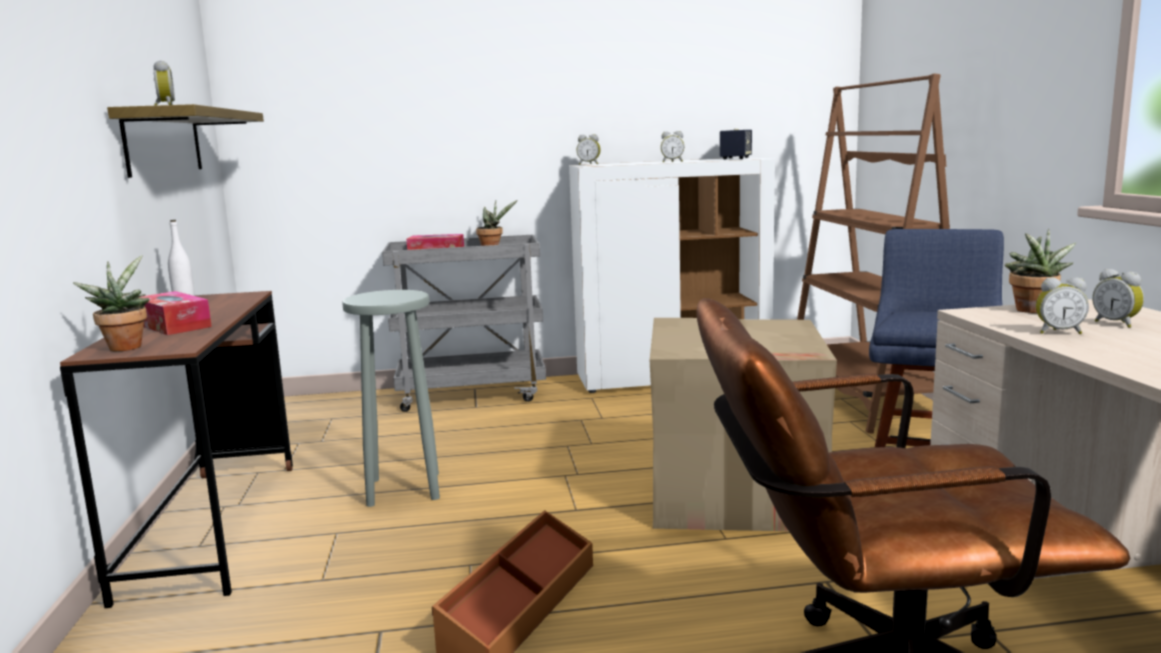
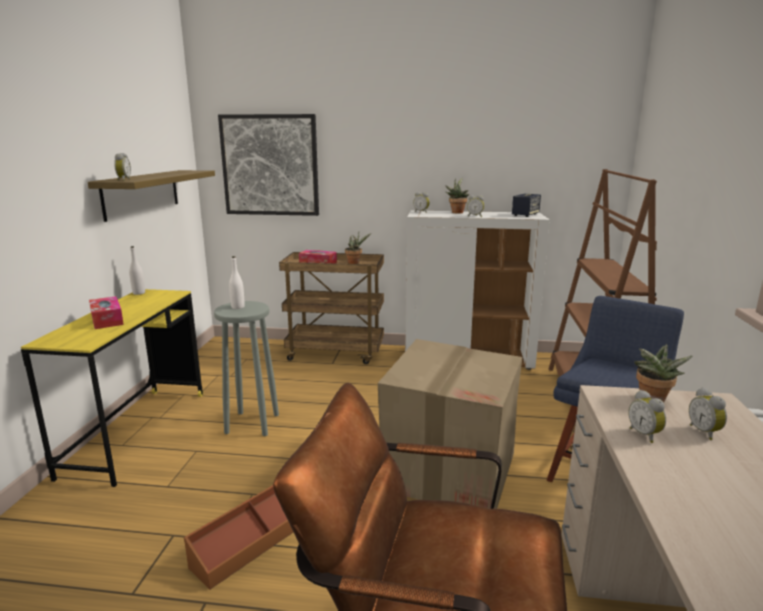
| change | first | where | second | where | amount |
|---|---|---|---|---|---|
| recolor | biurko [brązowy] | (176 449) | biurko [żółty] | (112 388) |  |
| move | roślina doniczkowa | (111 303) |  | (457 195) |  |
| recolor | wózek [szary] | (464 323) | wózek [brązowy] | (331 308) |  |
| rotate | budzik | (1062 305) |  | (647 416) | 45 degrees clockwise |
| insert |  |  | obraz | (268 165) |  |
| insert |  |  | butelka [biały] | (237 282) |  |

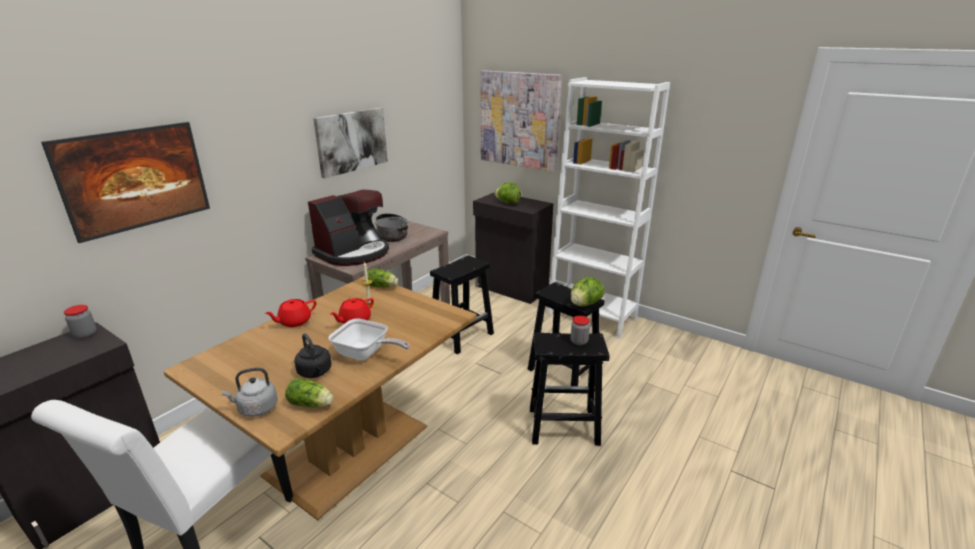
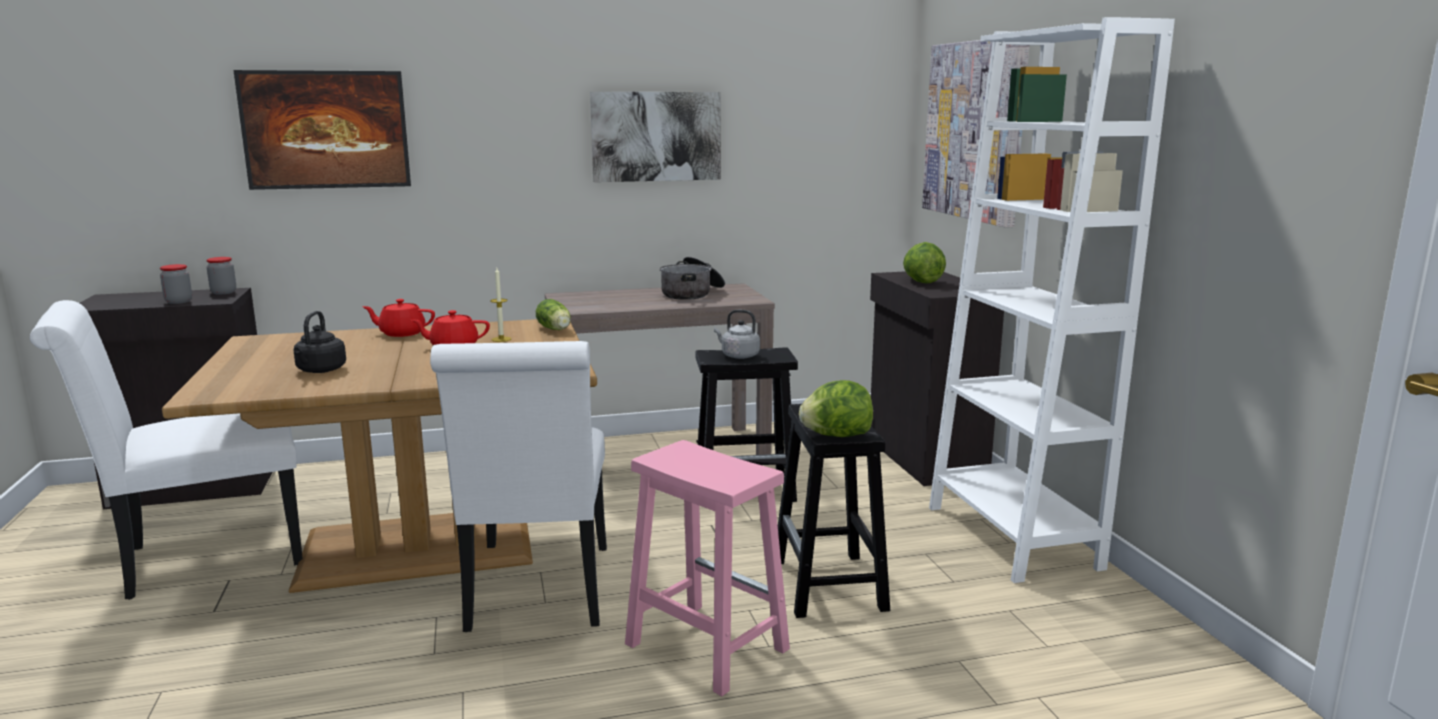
| change | first | where | second | where | amount |
|---|---|---|---|---|---|
| move | czajnik [szary] | (250 392) |  | (737 334) |  |
| delete | sałata | (309 393) |  |  |  |
| delete | ekspres do kawy | (348 228) |  |  |  |
| delete | patelnia | (369 339) |  |  |  |
| recolor | stołek [czarny] | (569 389) | stołek [różowy] | (707 568) |  |
| move | słoik | (580 330) |  | (176 284) |  |
| insert |  |  | krzesło [biały] | (518 486) |  |

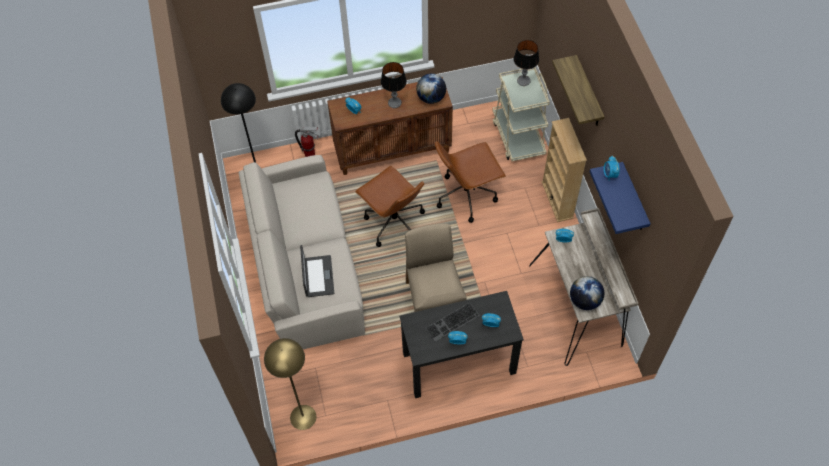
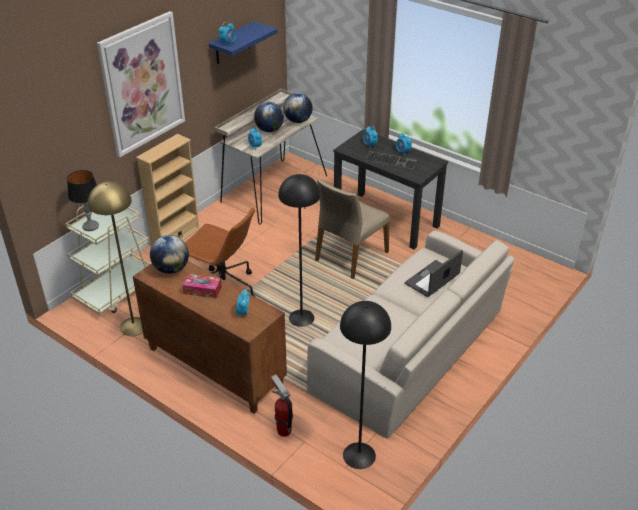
| change | first | where | second | where | amount |
|---|---|---|---|---|---|
| move | lampa stojąca [żółty] | (290 384) |  | (115 258) |  |
| replace | krzesło biurowe [brązowy] | (390 206) | lampa stojąca [czarny] | (299 250) |  |
| replace | lampa stołowa | (394 85) | pudełko chusteczek | (202 286) |  |
| replace | półka | (578 90) | obraz | (141 84) |  |
| insert |  |  | globus | (269 117) |  |

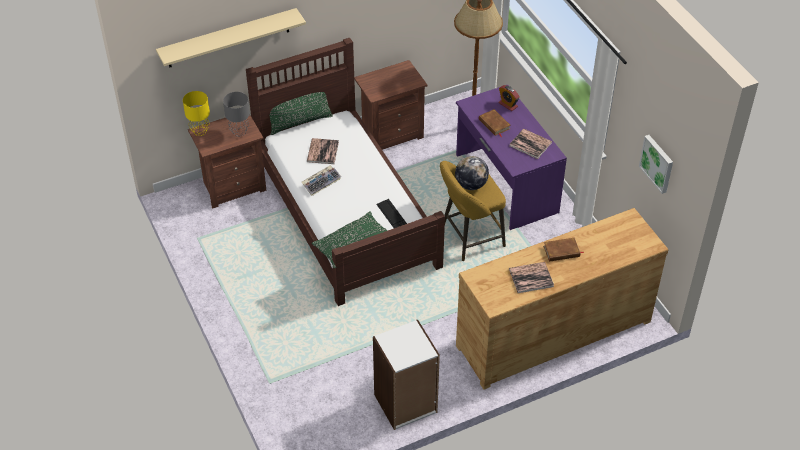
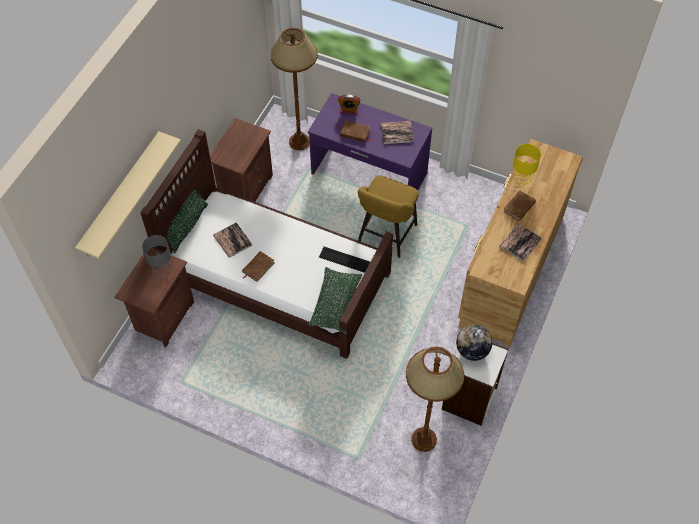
| change | first | where | second | where | amount |
|---|---|---|---|---|---|
| move | lampa stołowa [żółty] | (196 113) |  | (527 165) |  |
| replace | klawiatura | (321 180) | książka [brązowy] | (258 266) |  |
| move | globus | (472 173) |  | (474 343) |  |
| delete | obraz | (656 164) |  |  |  |
| insert |  |  | lampa stojąca [brązowy] | (435 399) |  |

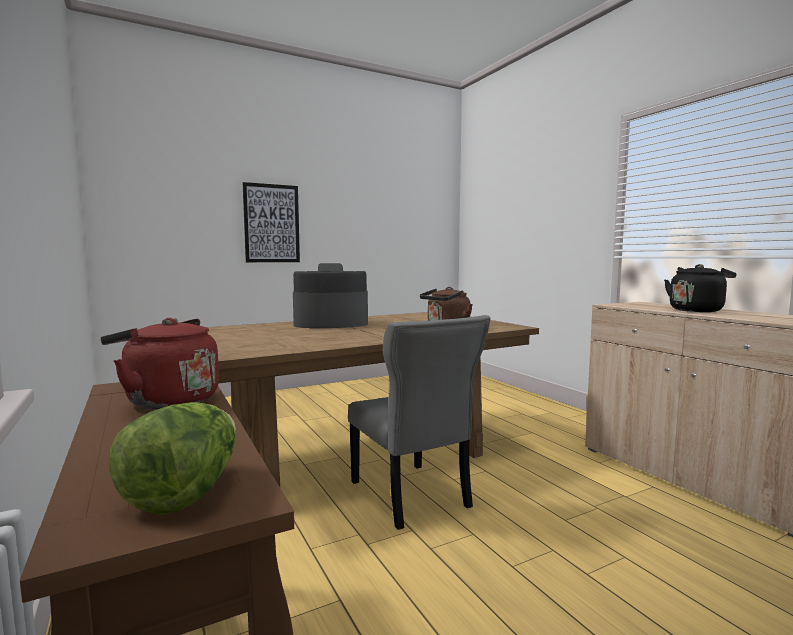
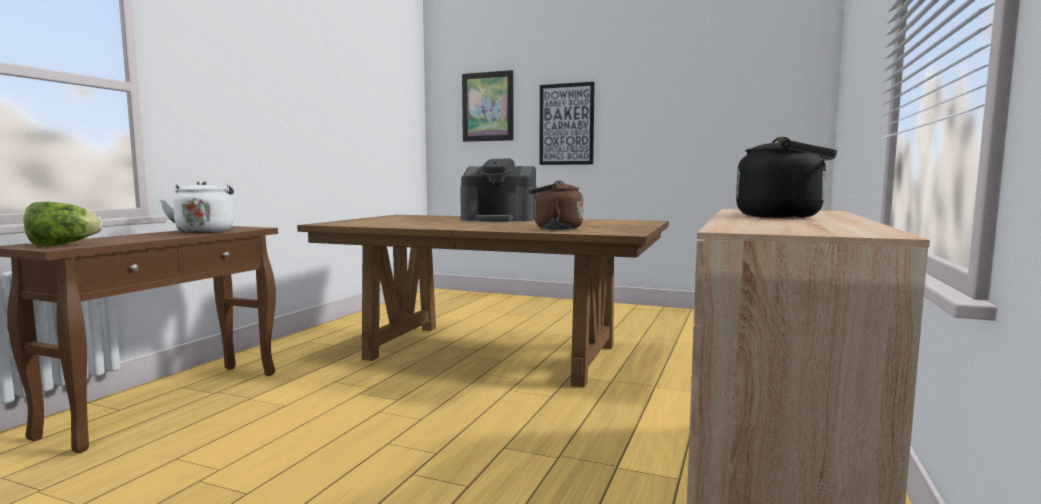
| change | first | where | second | where | amount |
|---|---|---|---|---|---|
| recolor | czajnik [czerwony] | (160 363) | czajnik [biały] | (197 207) |  |
| rotate | ekspres do kawy | (330 295) |  | (498 190) | 150 degrees clockwise |
| delete | krzesło [szary] | (419 422) |  |  |  |
| insert |  |  | obraz | (487 106) |  |

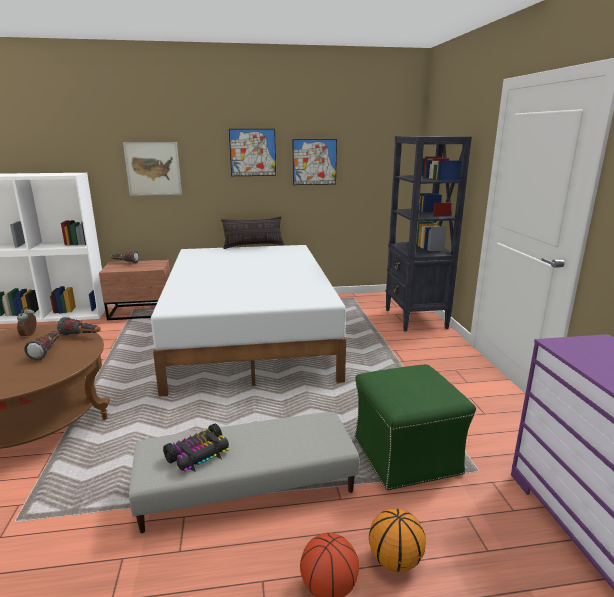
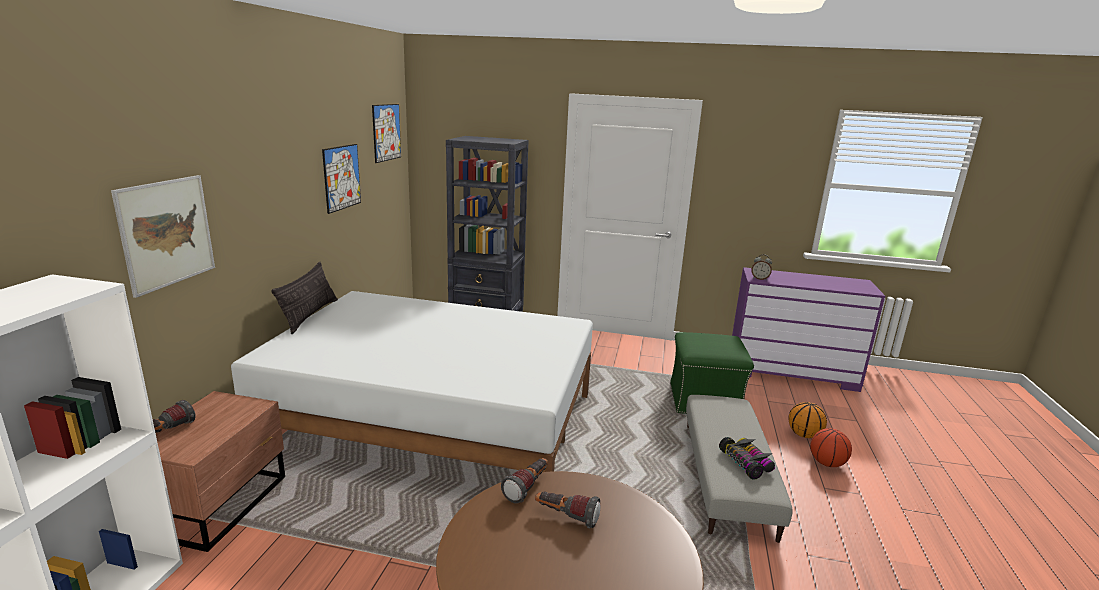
| change | first | where | second | where | amount |
|---|---|---|---|---|---|
| move | budzik | (26 322) |  | (762 267) |  |
| move | obraz | (252 152) |  | (386 133) |  |

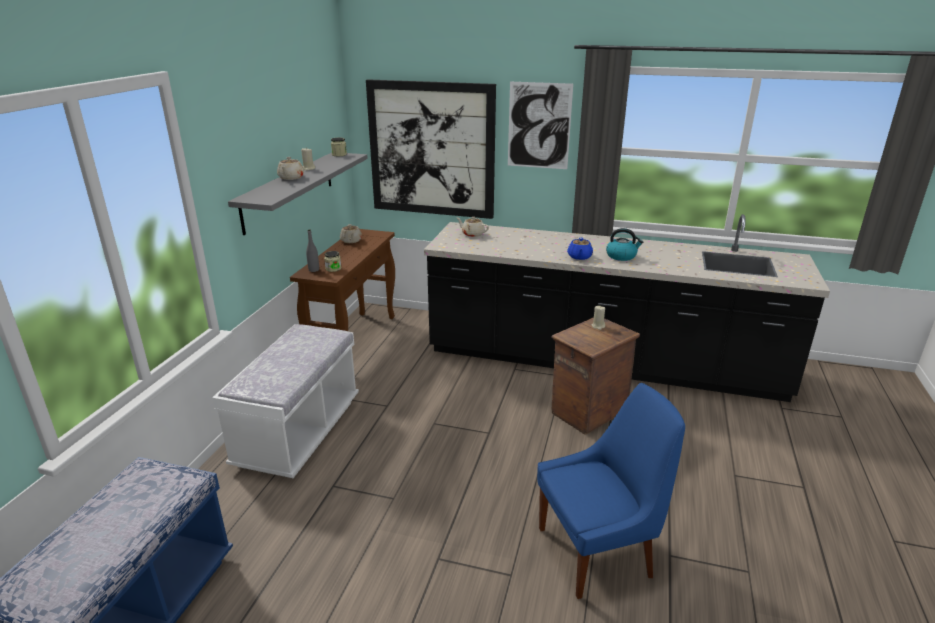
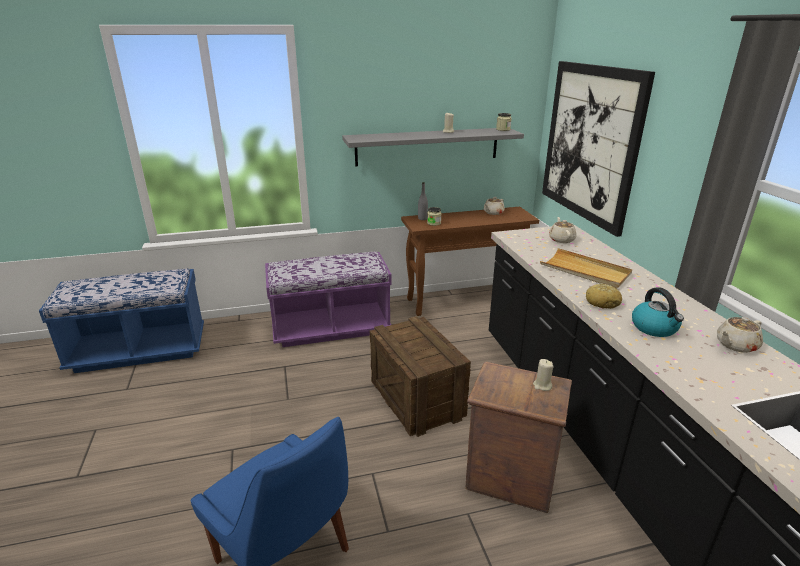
| change | first | where | second | where | amount |
|---|---|---|---|---|---|
| recolor | ławka [biały] | (285 401) | ławka [fioletowy] | (328 299) |  |
| move | imbryk [beżowy] | (290 168) |  | (740 335) |  |
| delete | obraz | (540 125) |  |  |  |
| replace | imbryk [niebieski] | (580 249) | chleb | (604 296) |  |
| insert |  |  | skrzynka | (420 376) |  |
| insert |  |  | taca [beżowy] | (586 268) |  |

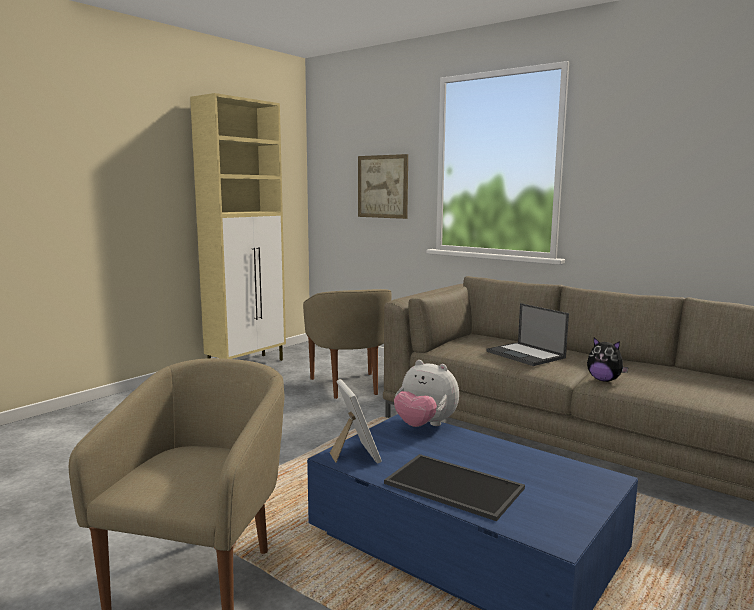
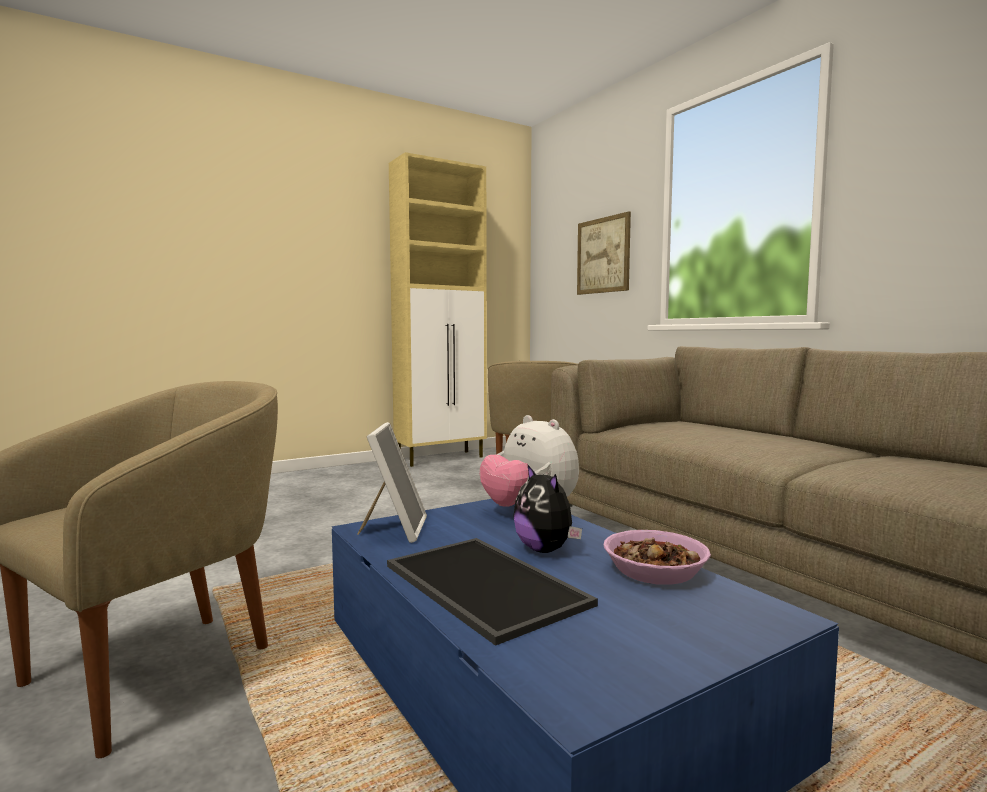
| change | first | where | second | where | amount |
|---|---|---|---|---|---|
| delete | laptop | (527 334) |  |  |  |
| move | pluszak | (608 359) |  | (547 508) |  |
| insert |  |  | miska | (657 557) |  |

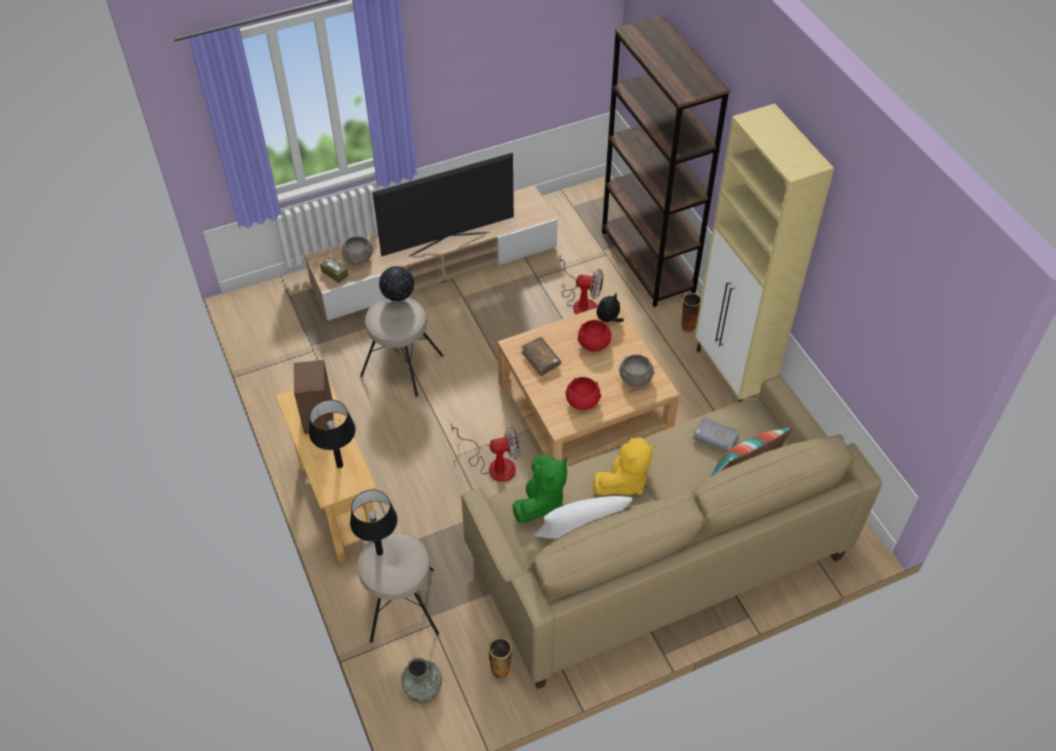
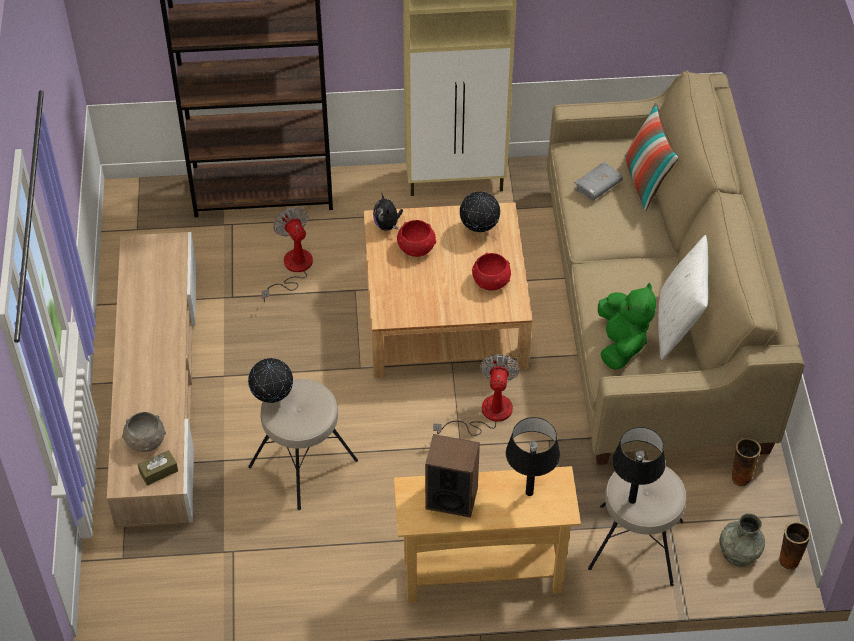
| change | first | where | second | where | amount |
|---|---|---|---|---|---|
| delete | telewizor | (443 205) |  |  |  |
| rotate | pluszak [zielony] | (540 489) |  | (627 325) | 45 degrees clockwise |
| delete | książka [brązowy] | (541 356) |  |  |  |
| rotate | wentylator | (581 284) |  | (287 254) | 60 degrees counterclockwise |
| delete | pluszak [żółty] | (623 466) |  |  |  |
| replace | miska [szary] | (637 370) | globus | (480 211) |  |
| move | wazon | (691 313) |  | (794 546) |  |

